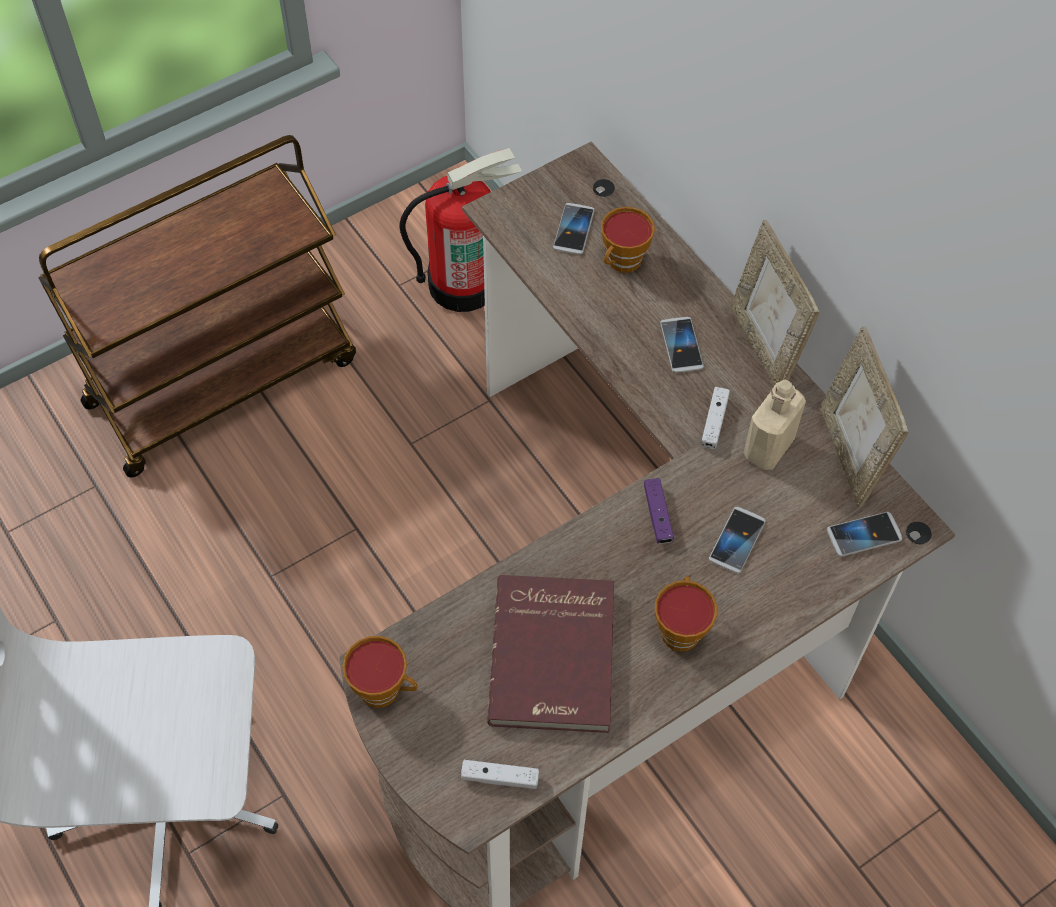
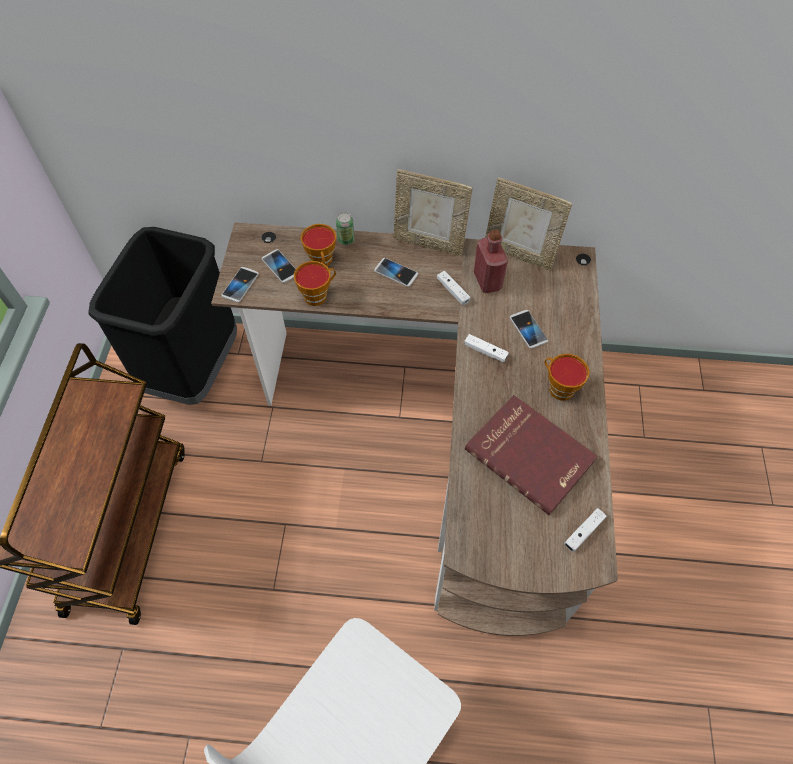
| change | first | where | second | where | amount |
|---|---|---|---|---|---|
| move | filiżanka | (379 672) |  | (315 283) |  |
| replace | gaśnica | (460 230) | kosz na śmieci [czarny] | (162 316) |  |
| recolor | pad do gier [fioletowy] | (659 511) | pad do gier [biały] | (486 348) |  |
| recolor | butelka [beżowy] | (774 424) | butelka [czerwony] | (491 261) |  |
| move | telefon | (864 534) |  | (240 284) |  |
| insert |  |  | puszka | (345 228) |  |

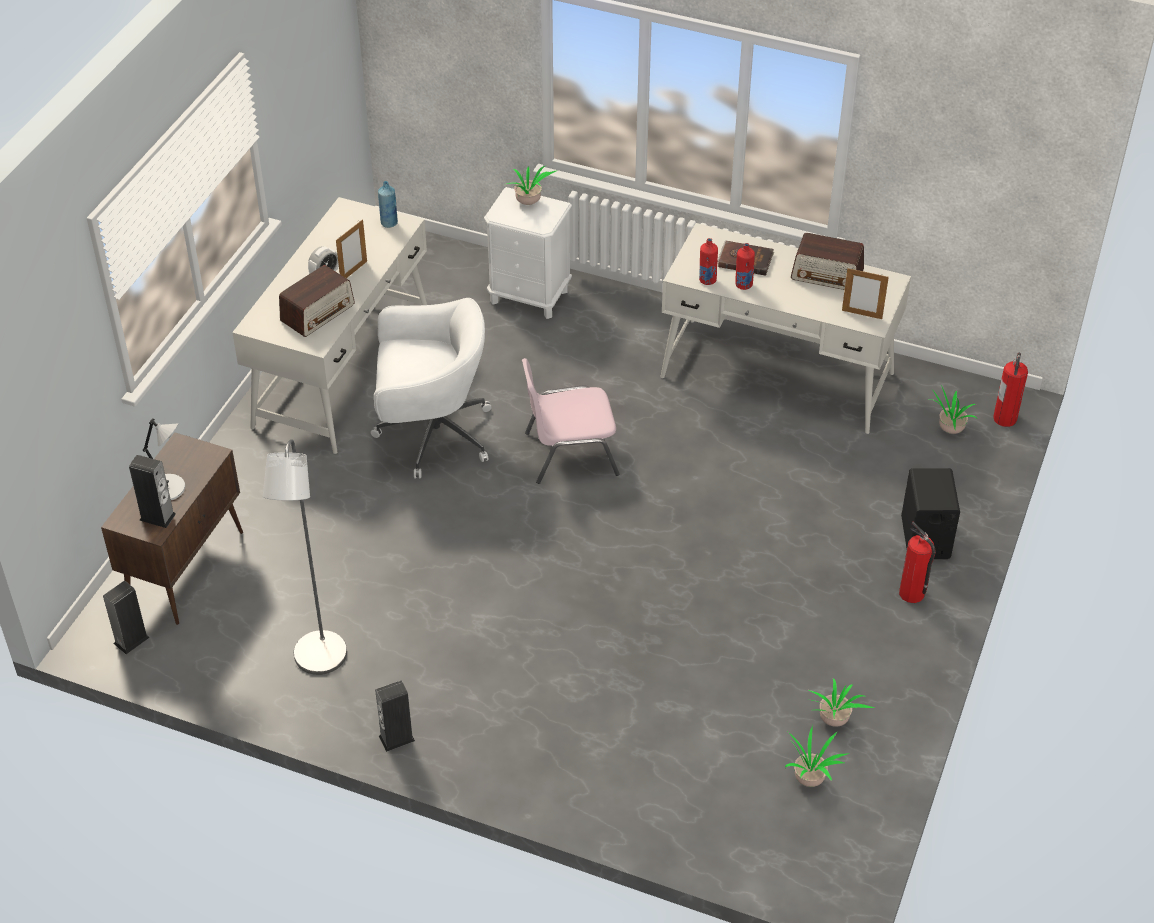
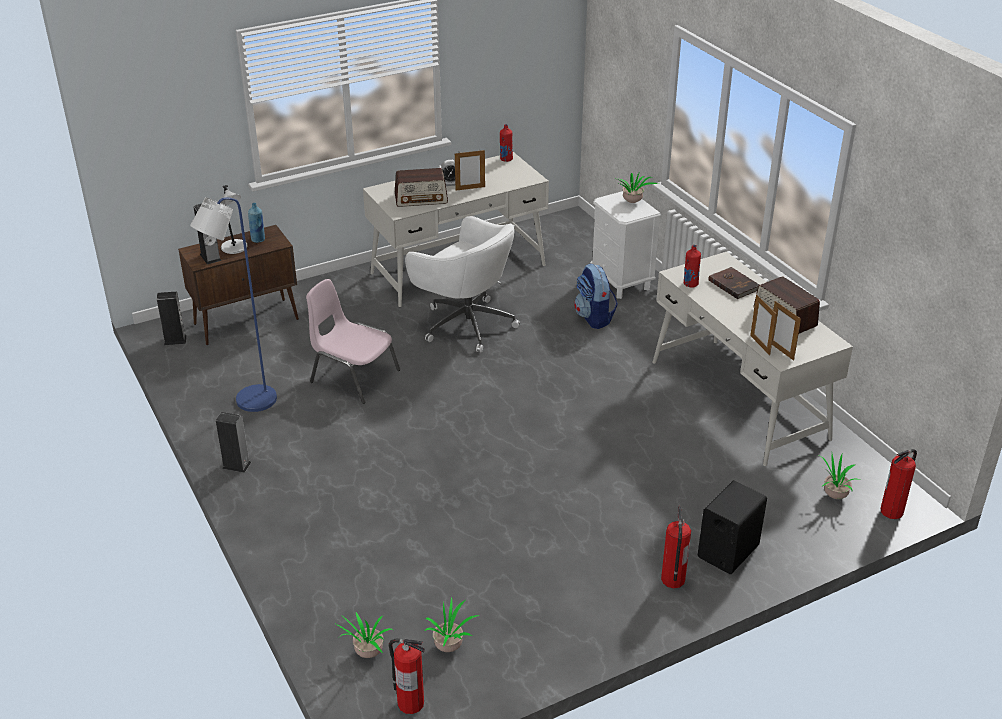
| change | first | where | second | where | amount |
|---|---|---|---|---|---|
| recolor | lampa stojąca [szary] | (305 557) | lampa stojąca [niebieski] | (233 304) |  |
| move | butelka [niebieski] | (388 204) |  | (256 223) |  |
| move | krzesło [różowy] | (571 421) |  | (353 341) |  |
| move | butelka [czerwony] | (745 266) |  | (506 143) |  |
| move | roślina doniczkowa | (841 702) |  | (363 635) |  |
| insert |  |  | gaśnica | (407 676) |  |
| insert |  |  | plecak | (596 296) |  |
| insert |  |  | ramka na zdjęcie | (763 325) |  |

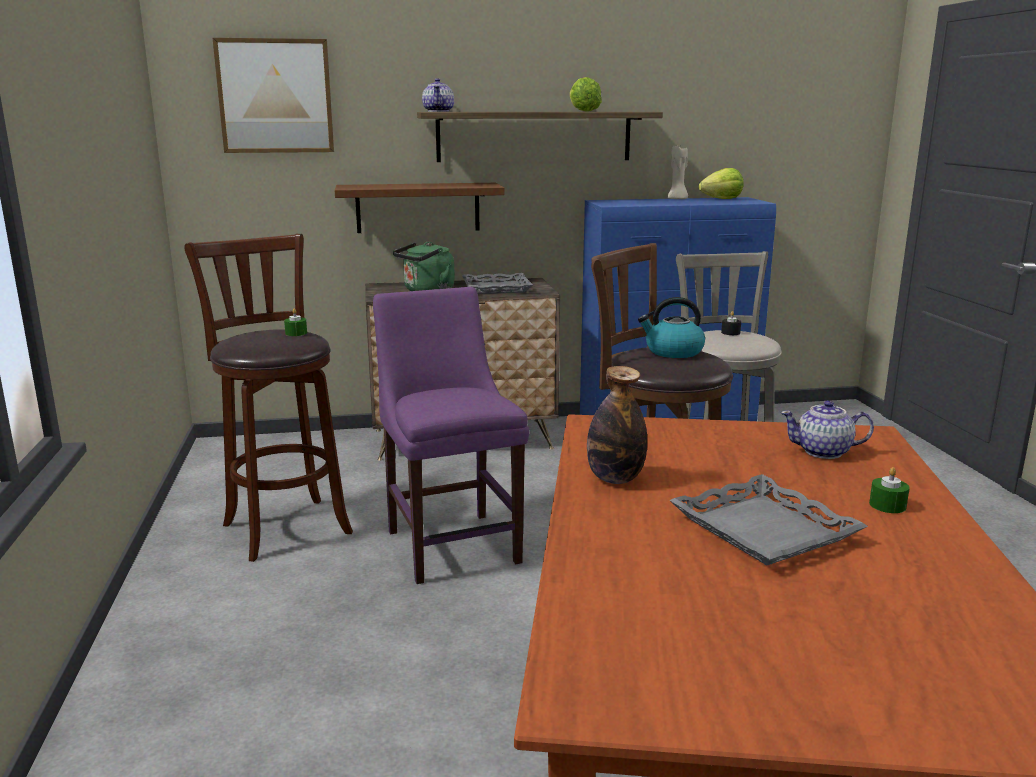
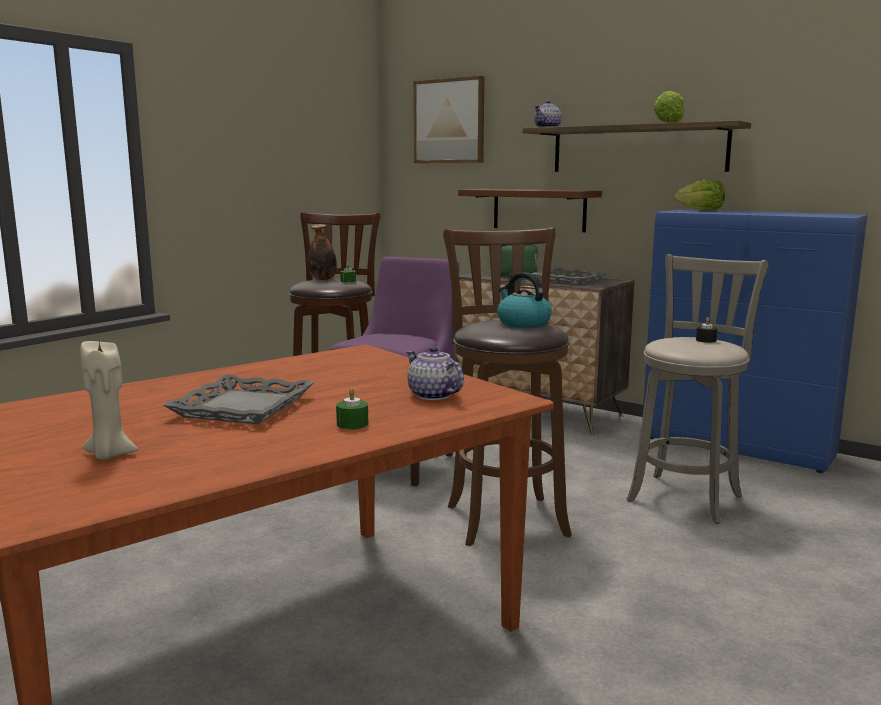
| change | first | where | second | where | amount |
|---|---|---|---|---|---|
| move | butelka | (617 425) |  | (322 252) |  |
| move | świeca [beżowy] | (678 172) |  | (109 400) |  |
| move | sałata | (721 183) |  | (699 195) |  |

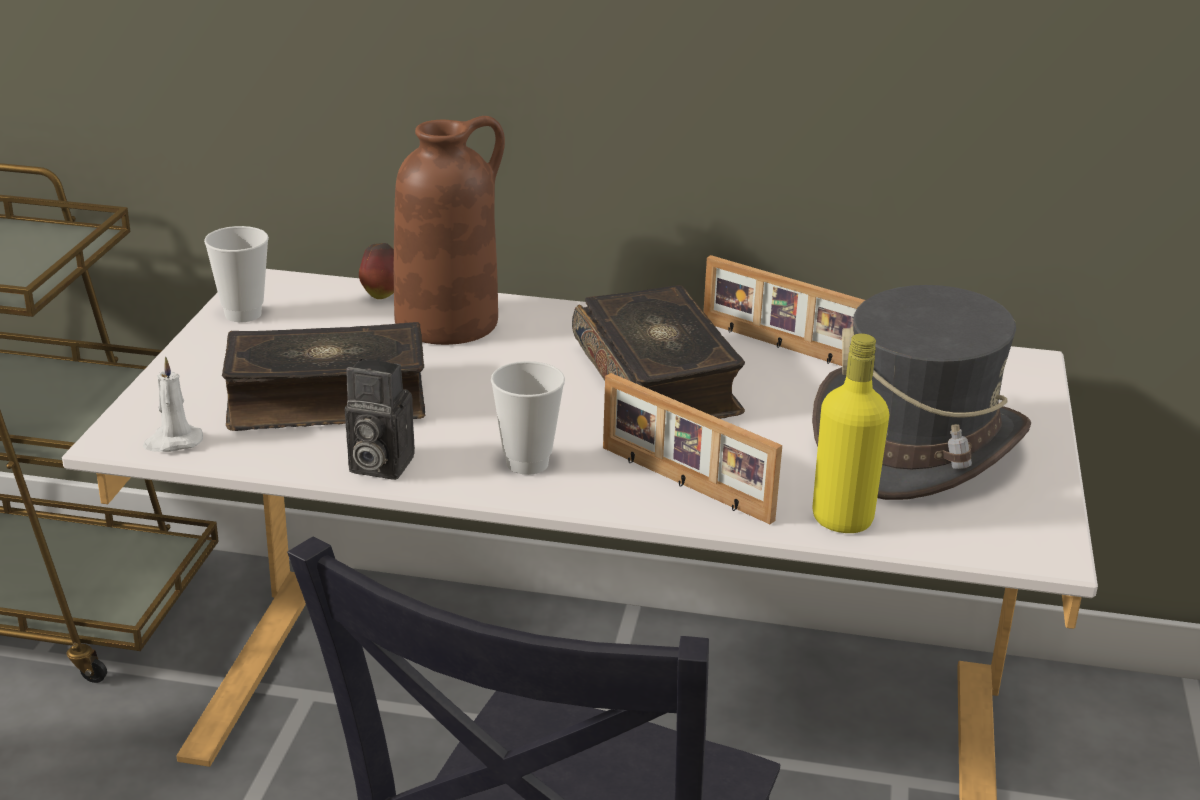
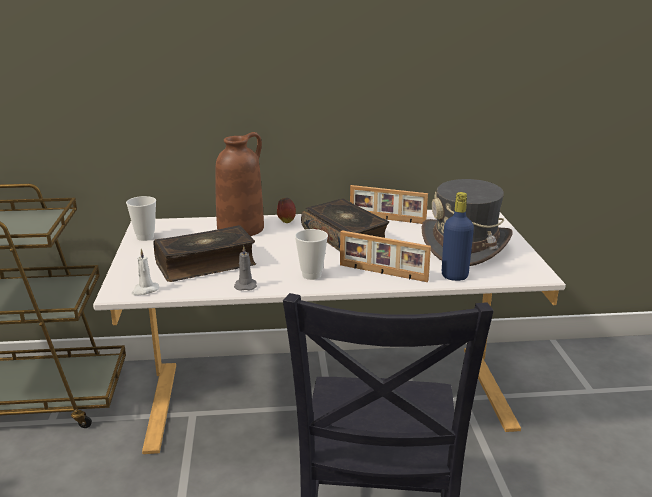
| change | first | where | second | where | amount |
|---|---|---|---|---|---|
| replace | aparat fotograficzny | (380 419) | świeca [szary] | (245 268) |  |
| move | jabłko | (376 271) |  | (286 210) |  |
| recolor | butelka [żółty] | (850 433) | butelka [niebieski] | (458 236) |  |

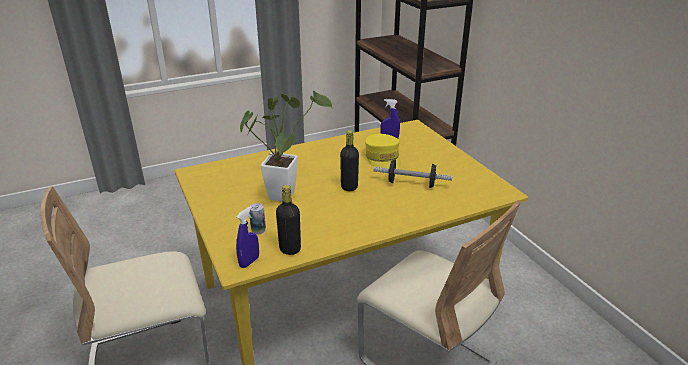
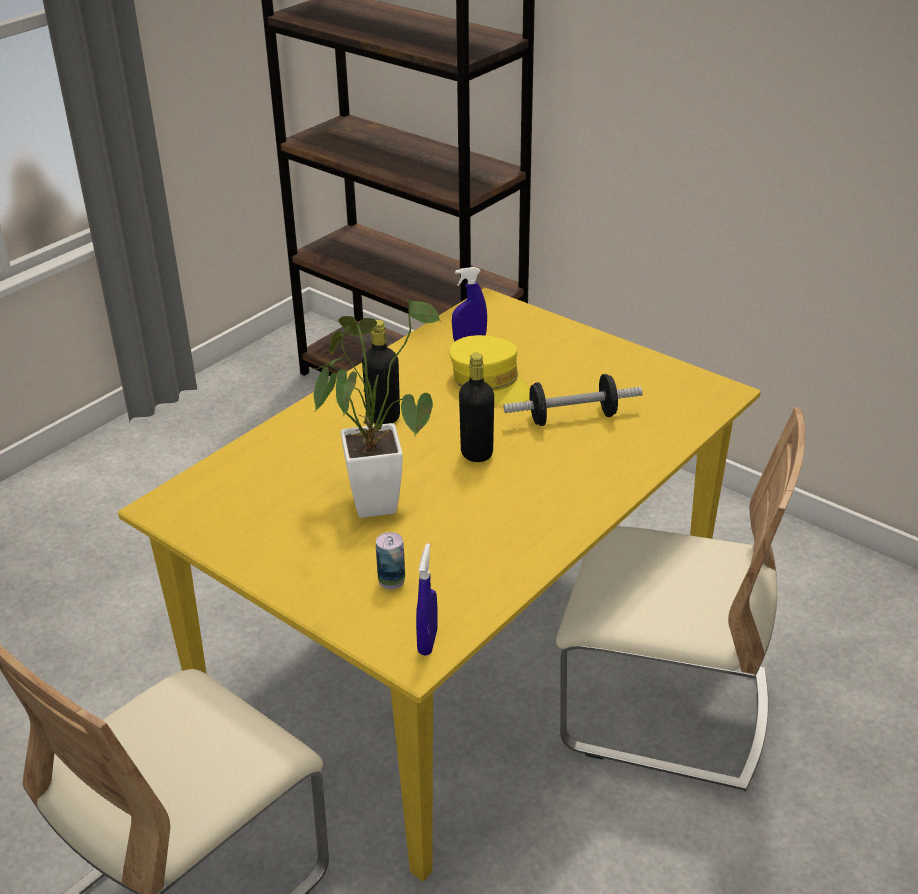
| change | first | where | second | where | amount |
|---|---|---|---|---|---|
| move | butelka [czarny] | (288 220) |  | (381 372) |  |

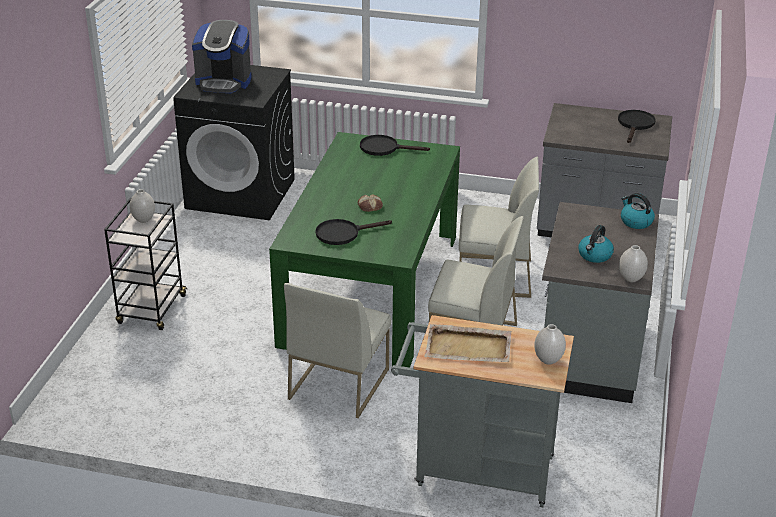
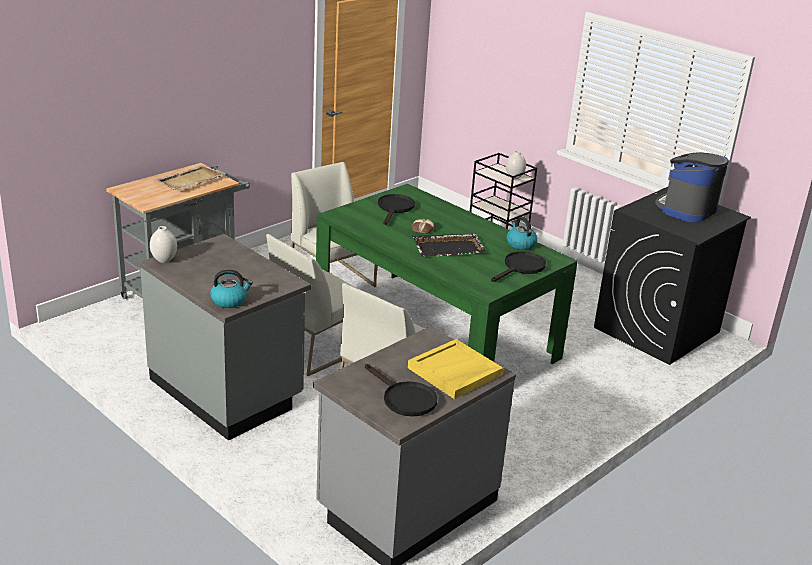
| change | first | where | second | where | amount |
|---|---|---|---|---|---|
| delete | wazon [biały] | (550 344) |  |  |  |
| move | czajnik | (596 244) |  | (522 233) |  |
| insert |  |  | taca [żółty] | (455 369) |  |
| insert |  |  | taca [czarny] | (450 245) |  |

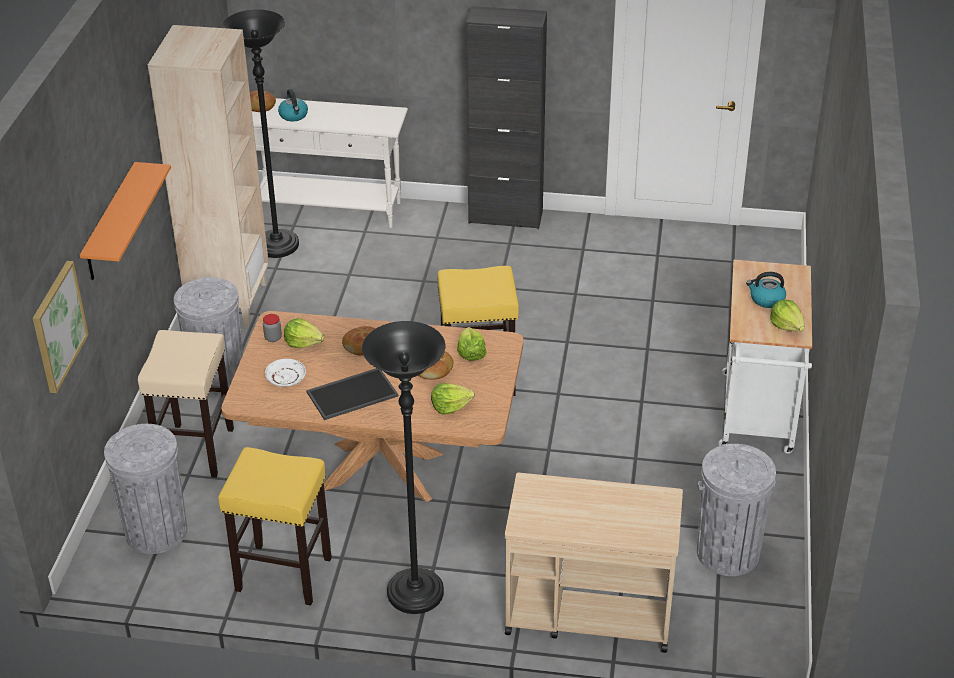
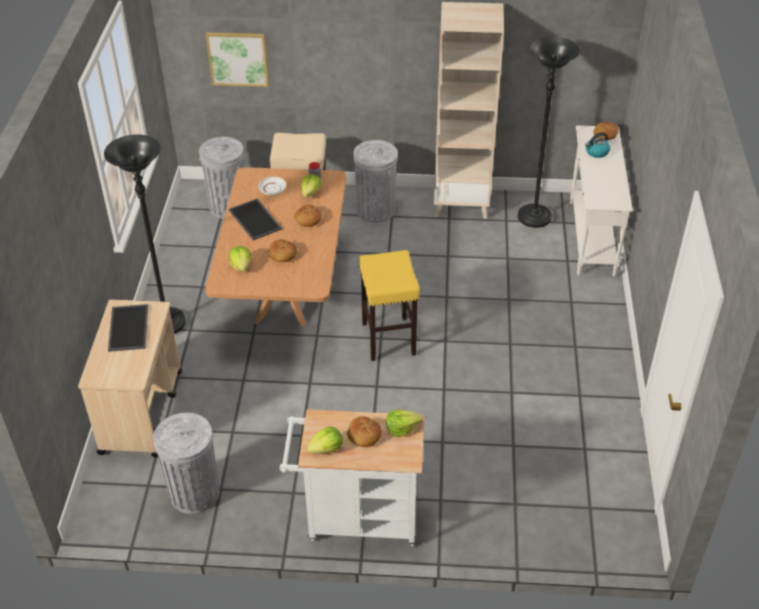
| change | first | where | second | where | amount |
|---|---|---|---|---|---|
| delete | półka [pomarańczowy] | (125 221) |  |  |  |
| delete | stołek [żółty] | (275 526) |  |  |  |
| move | sałata | (471 344) |  | (404 423) |  |
| delete | szafka [czarny] | (506 117) |  |  |  |
| replace | czajnik | (766 290) | chleb | (364 431) |  |
| insert |  |  | taca | (128 328) |  |

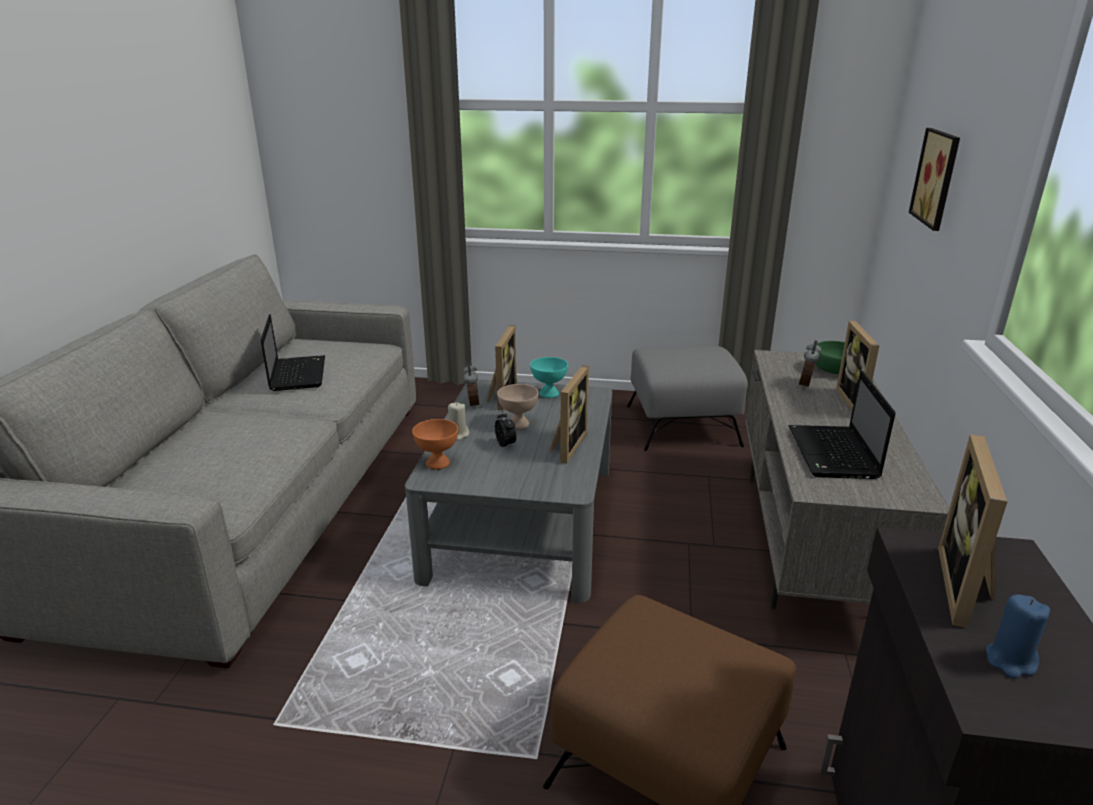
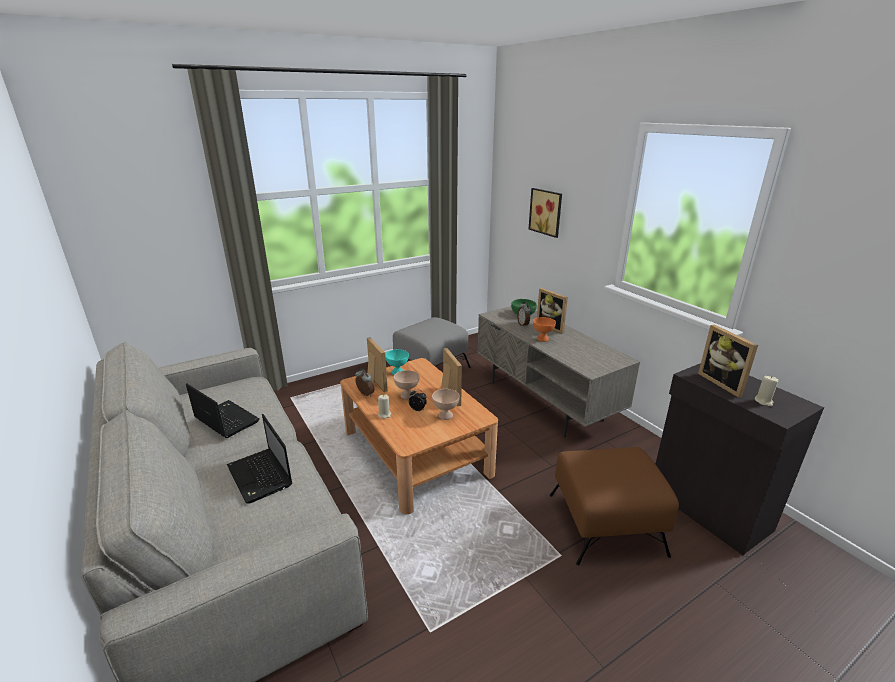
| change | first | where | second | where | amount |
|---|---|---|---|---|---|
| recolor | ława [szary] | (508 491) | ława [brązowy] | (419 436) |  |
| move | miska [pomarańczowy] | (435 444) |  | (544 329) |  |
| move | laptop | (842 424) |  | (259 459) |  |
| recolor | świeca [niebieski] | (1018 636) | świeca [beżowy] | (766 391) |  |
| insert |  |  | miska [beżowy] | (446 404) |  |

